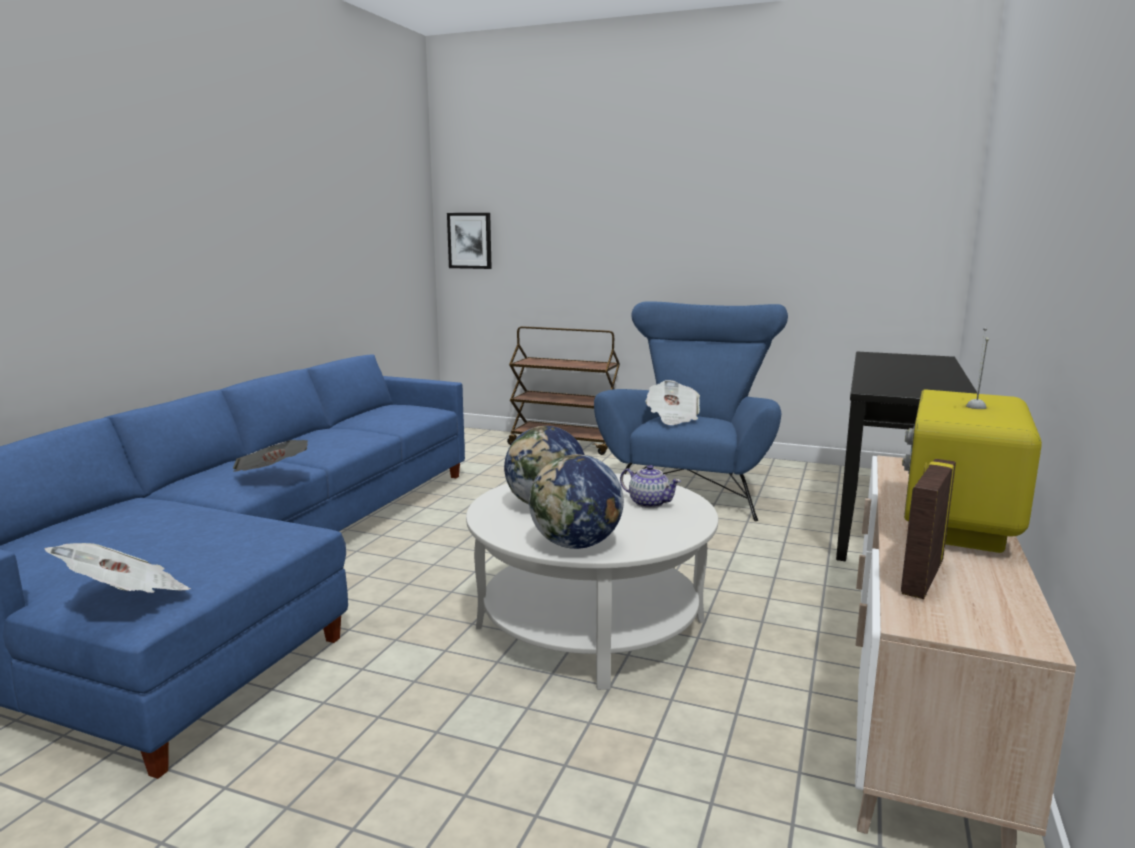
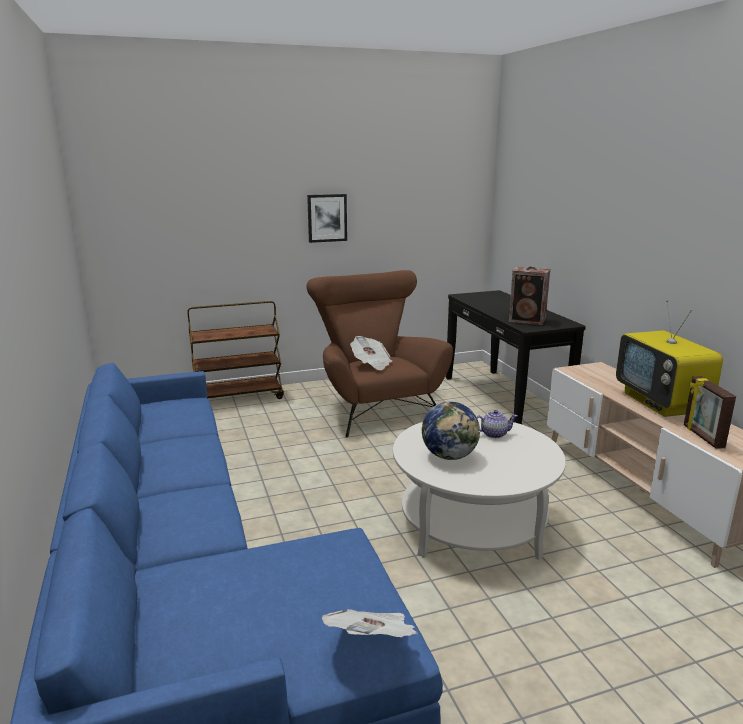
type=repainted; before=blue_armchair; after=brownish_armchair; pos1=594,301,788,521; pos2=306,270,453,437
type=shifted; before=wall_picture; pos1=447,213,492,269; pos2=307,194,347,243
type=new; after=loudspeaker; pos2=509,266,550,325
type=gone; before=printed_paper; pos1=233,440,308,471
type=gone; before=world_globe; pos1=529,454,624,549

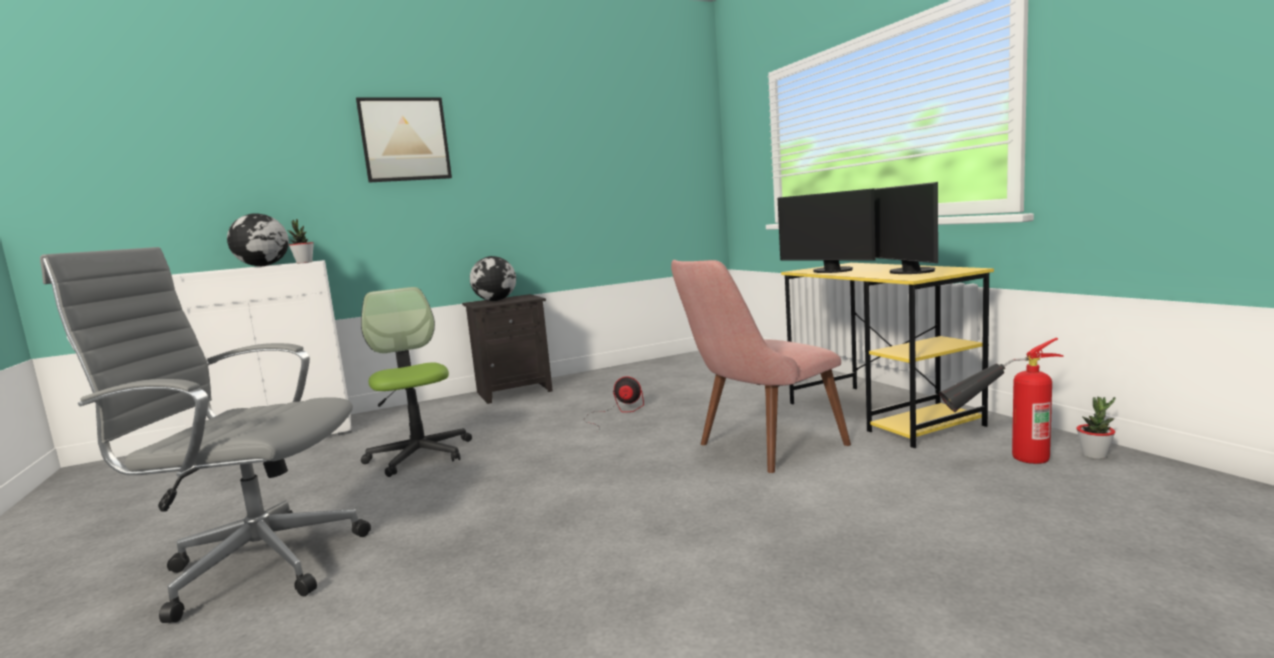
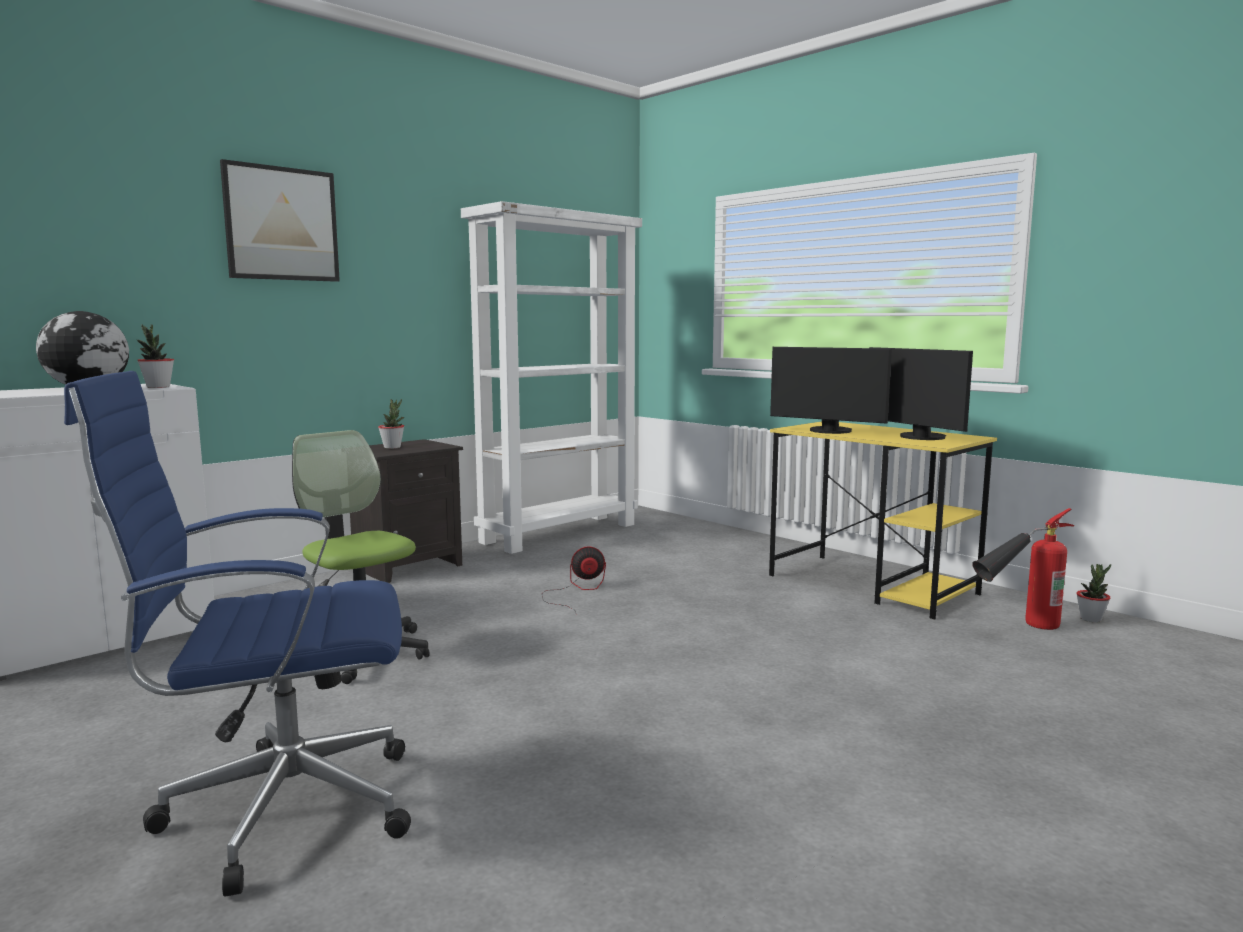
type=repainted; before=grey_office_chair; after=blue_office_chair; pos1=40,247,371,623; pos2=64,371,411,896
type=swapped; before=world_globe; after=potted_plant; pos1=470,256,516,301; pos2=378,399,404,449
type=new; after=whitish_bookcase; pos2=461,201,642,554
type=gone; before=pink-coloured_upright_chair; pos1=671,260,851,473

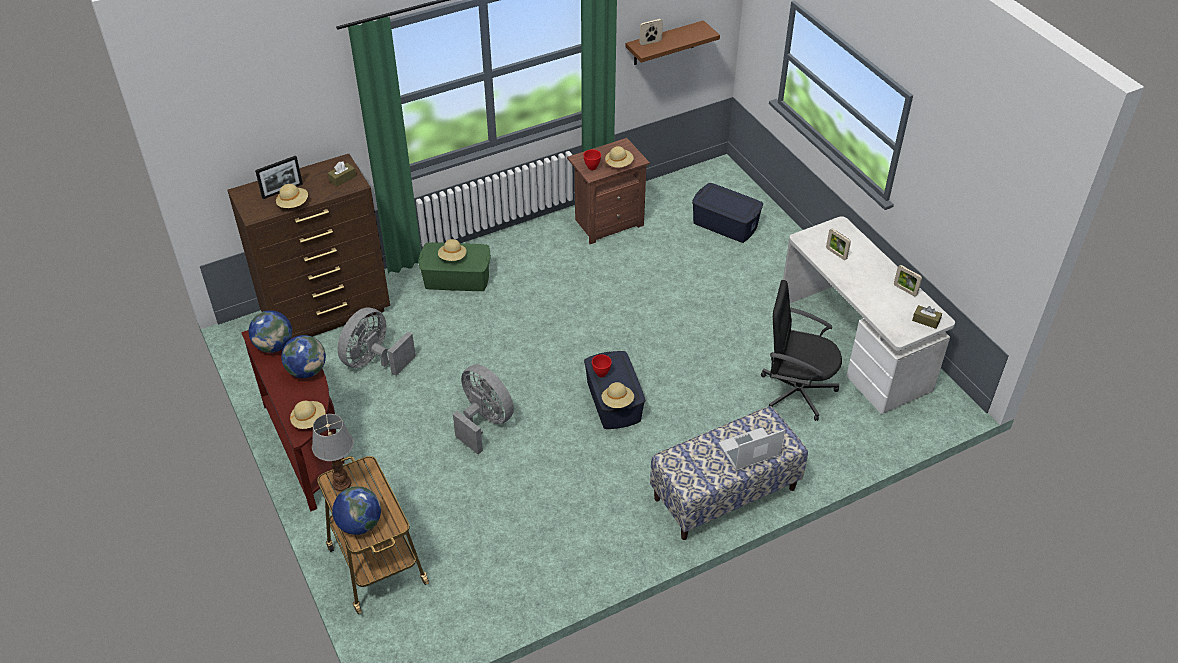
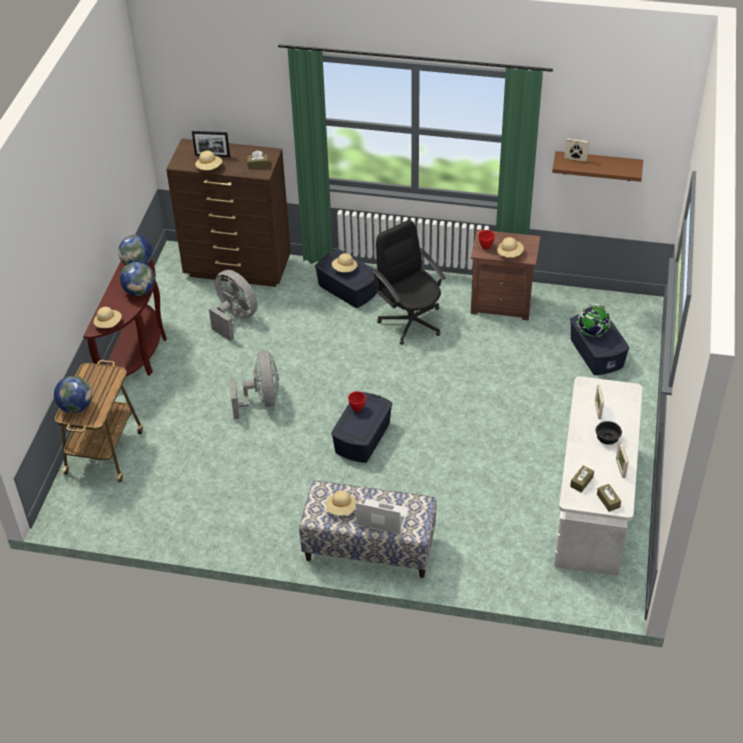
type=rotated; before=grey_cooling_fan; pos1=338,307,416,376; pos2=209,270,258,341; turn=60
type=repainted; before=green-coloured_storage_bin; after=blue_storage_bin; pos1=419,242,491,291; pos2=315,249,377,308
type=shifted; before=beige_wearable_hat; pos1=602,382,634,408; pos2=326,490,357,516
type=shifted; before=black_office_chair; pos1=761,280,842,421; pos2=373,220,446,345
type=new; after=brownish_box_of_tissues; pos2=570,465,594,492
type=new; after=world_globe; pos2=576,303,611,337
type=new; after=black_bowl; pos2=596,421,622,445
type=gone; before=tabletop_lamp; pos1=312,414,354,492

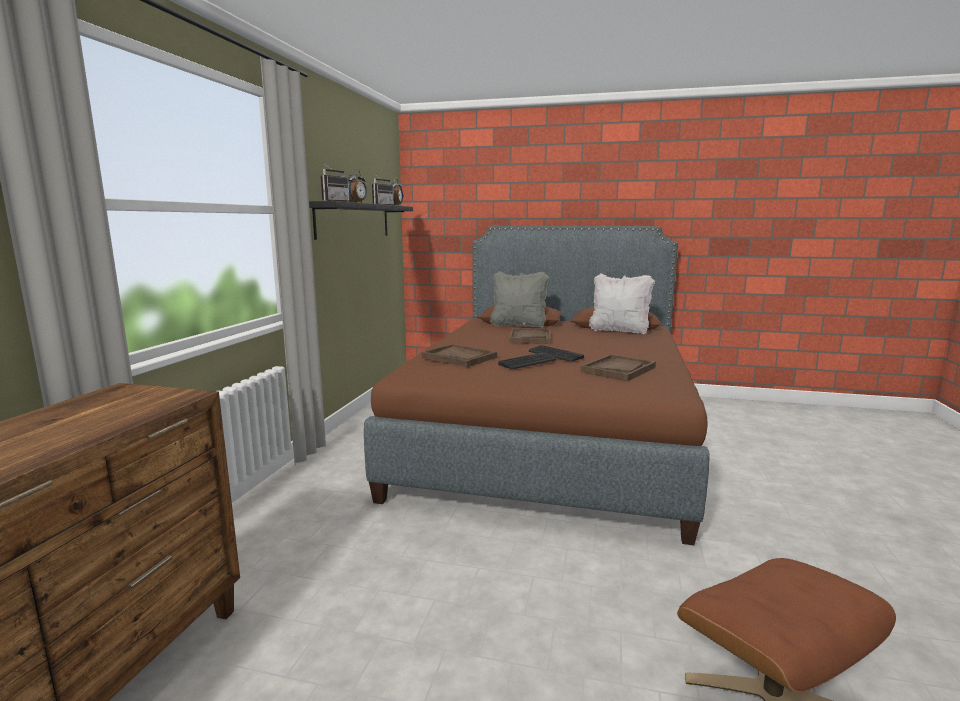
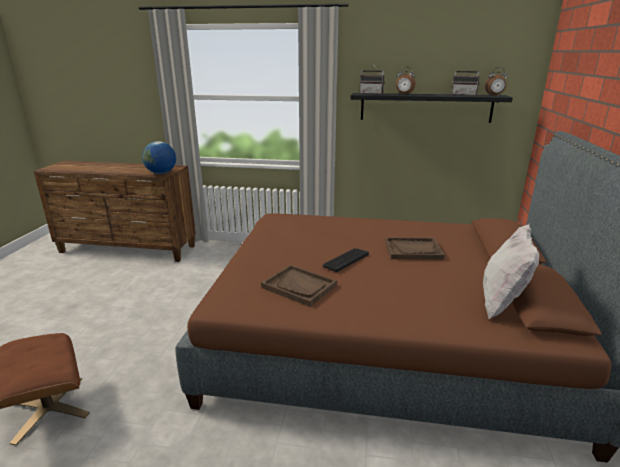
type=new; after=world_globe; pos2=142,141,176,174
type=gone; before=brownish_serving_tray; pos1=421,344,497,367
type=gone; before=grey_cushion; pos1=490,271,549,328
type=gone; before=keyboard; pos1=498,353,556,369

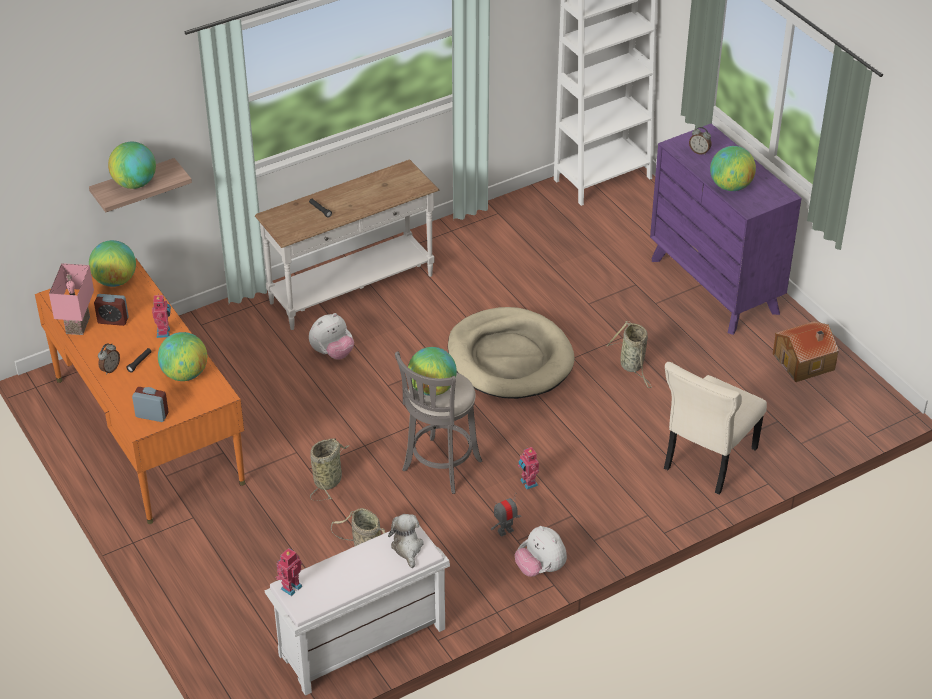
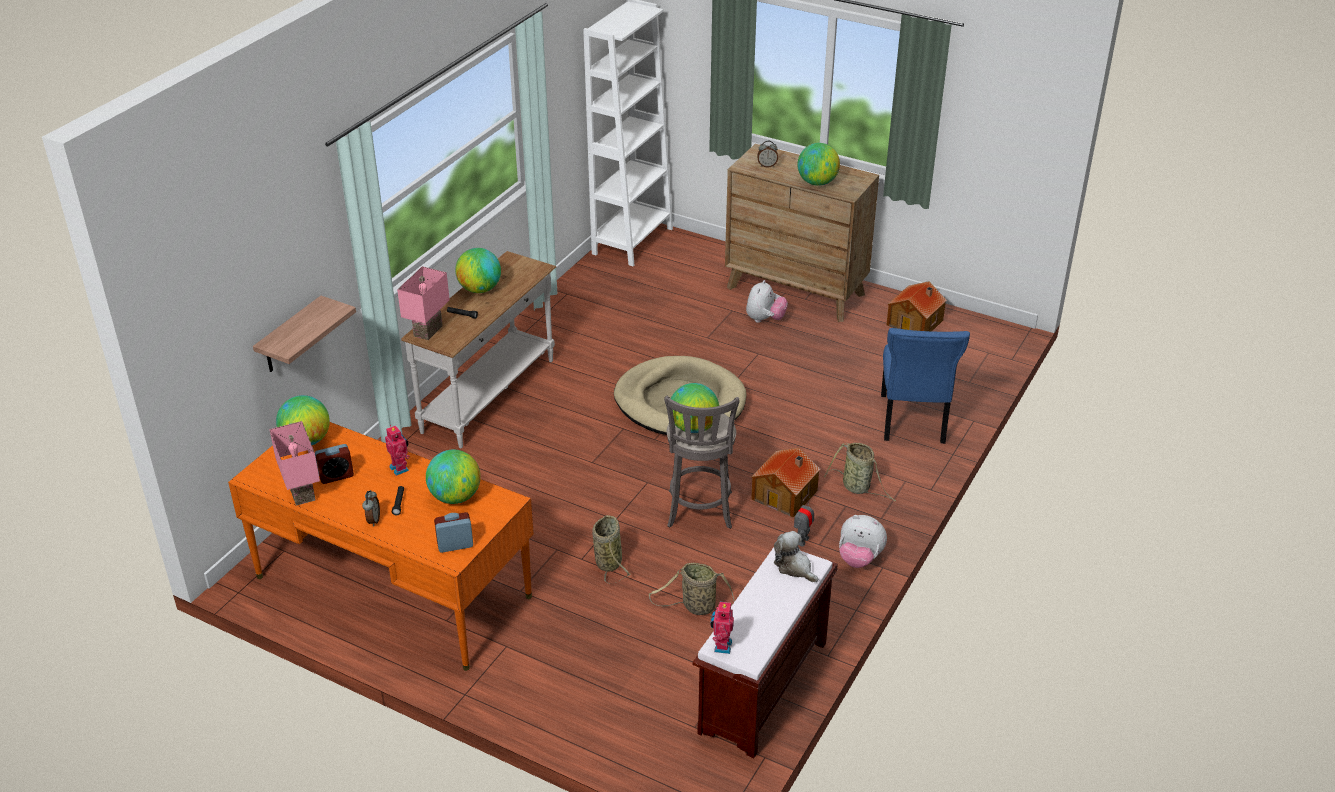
type=new; after=pink-coloured_tabletop_lamp; pos2=397,266,450,340
type=shifted; before=world_globe; pos1=108,142,156,189; pos2=455,248,501,293
type=repainted; before=whitish_bench; after=brownish_bench; pos1=265,525,450,696; pos2=693,547,838,758
type=repainted; before=purple-coloured_dresser; after=brownish_dresser; pos1=650,124,802,335; pos2=725,144,879,322
type=shifted; before=soft_toy; pos1=309,313,354,360; pos2=746,280,788,323
type=swapped; before=model_robot; after=toy_house; pos1=518,447,539,490; pos2=751,448,820,518
type=shifted; before=household_basket; pos1=606,321,652,388; pos2=824,443,896,501
type=repainted; before=beige_upright_chair; after=blue_upright_chair; pos1=664,362,767,495; pos2=881,328,970,444

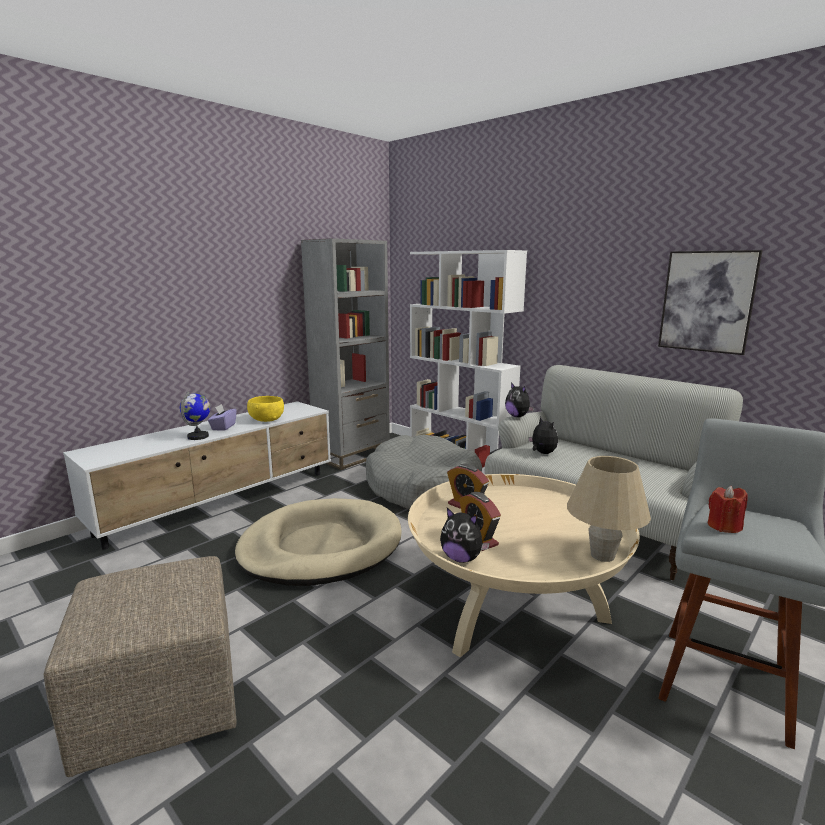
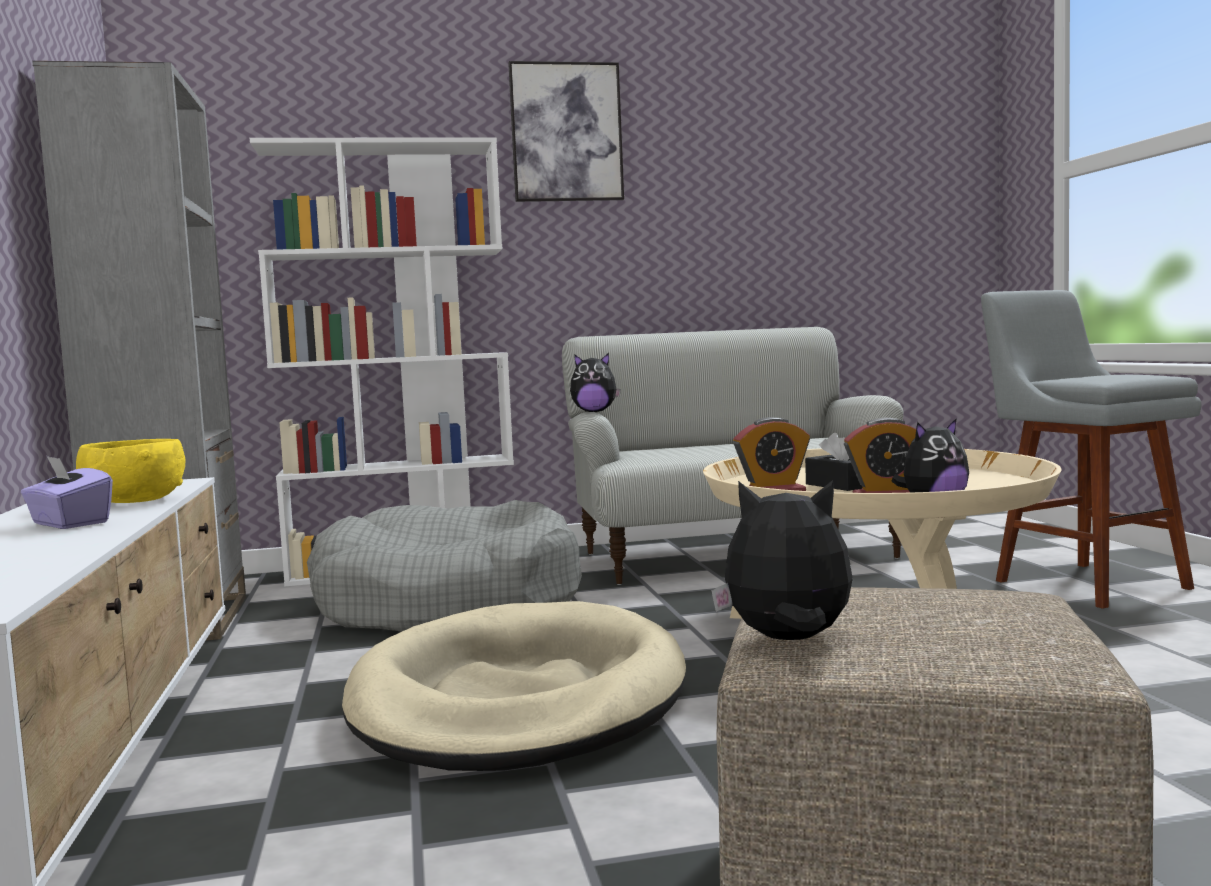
type=shifted; before=wall_picture; pos1=658,250,762,355; pos2=508,61,624,202
type=shifted; before=soft_toy; pos1=528,417,558,454; pos2=711,479,853,640
type=new; after=black_box_of_tissues; pos2=805,433,863,491
type=gone; before=world_globe; pos1=180,392,211,440
type=gone; before=beige_tabletop_lamp; pos1=567,456,651,562
type=gone; before=red_candle; pos1=708,486,748,533

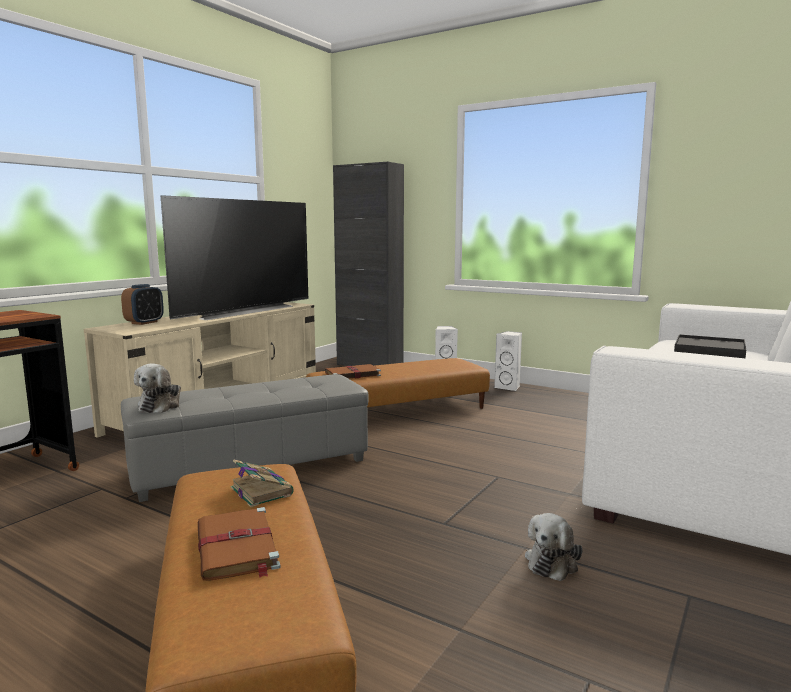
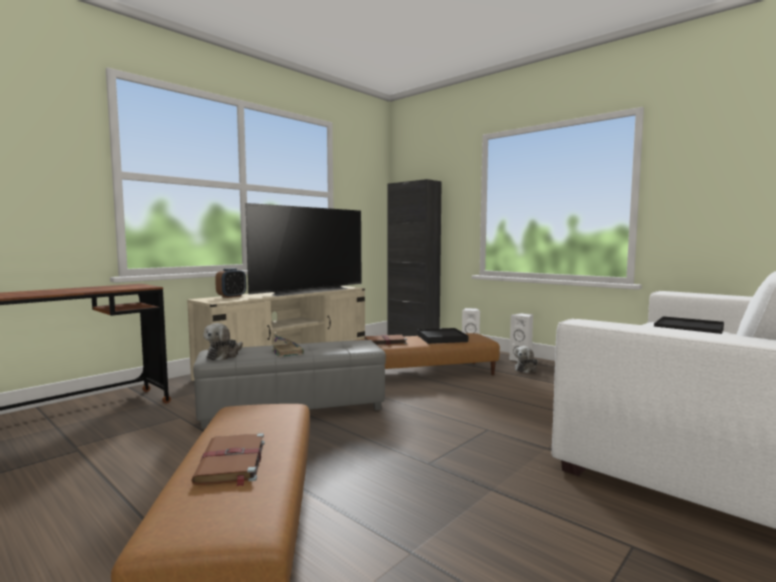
type=shifted; before=bound_book; pos1=231,460,294,507; pos2=272,334,304,357
type=new; after=black_serving_tray; pos2=417,328,468,344
type=shifted; before=soft_toy; pos1=525,513,583,581; pos2=515,346,538,373

